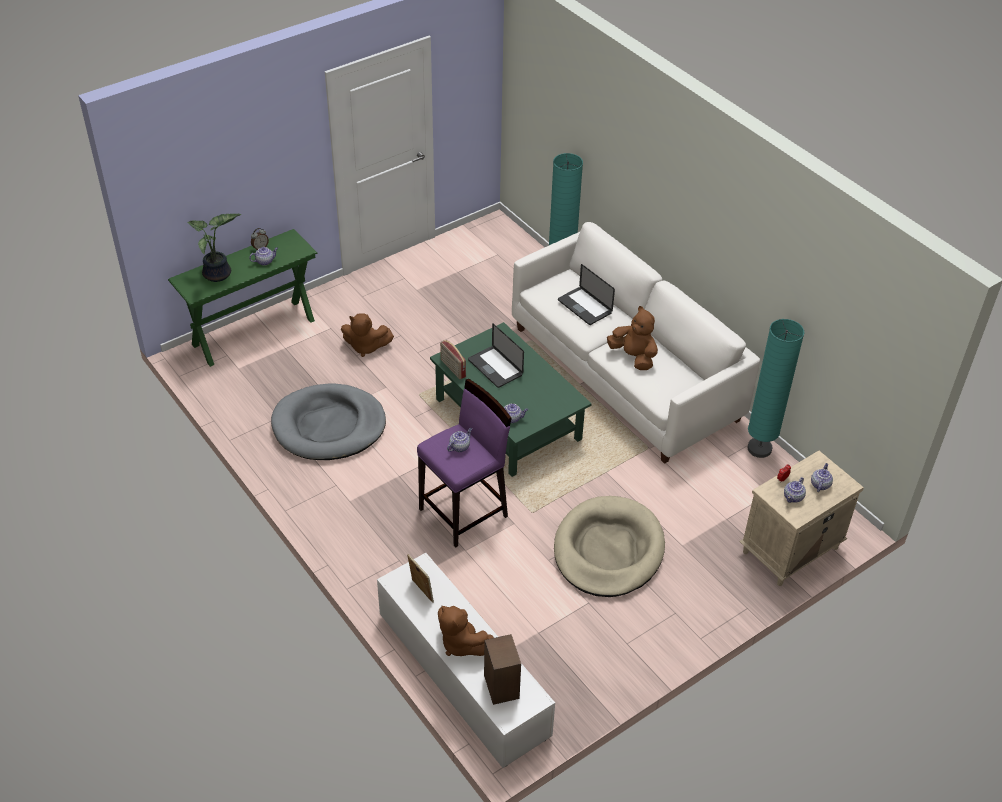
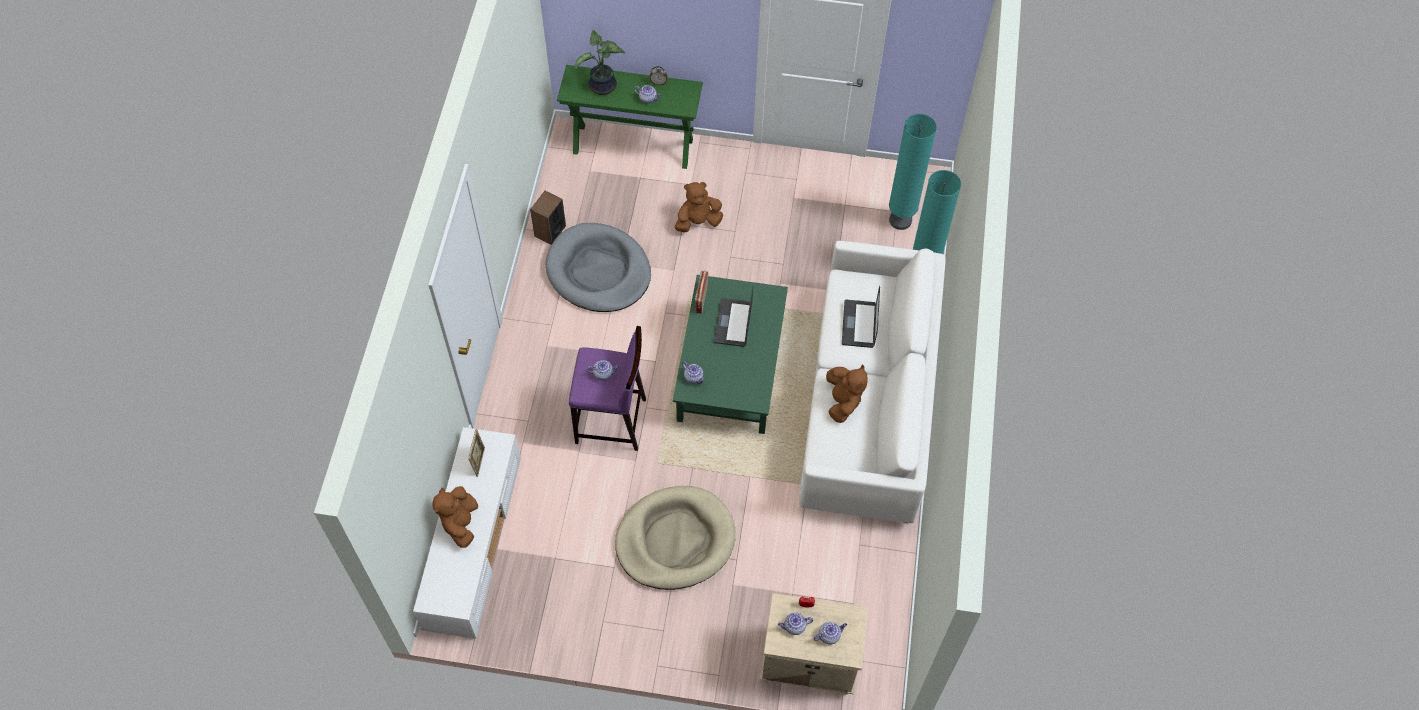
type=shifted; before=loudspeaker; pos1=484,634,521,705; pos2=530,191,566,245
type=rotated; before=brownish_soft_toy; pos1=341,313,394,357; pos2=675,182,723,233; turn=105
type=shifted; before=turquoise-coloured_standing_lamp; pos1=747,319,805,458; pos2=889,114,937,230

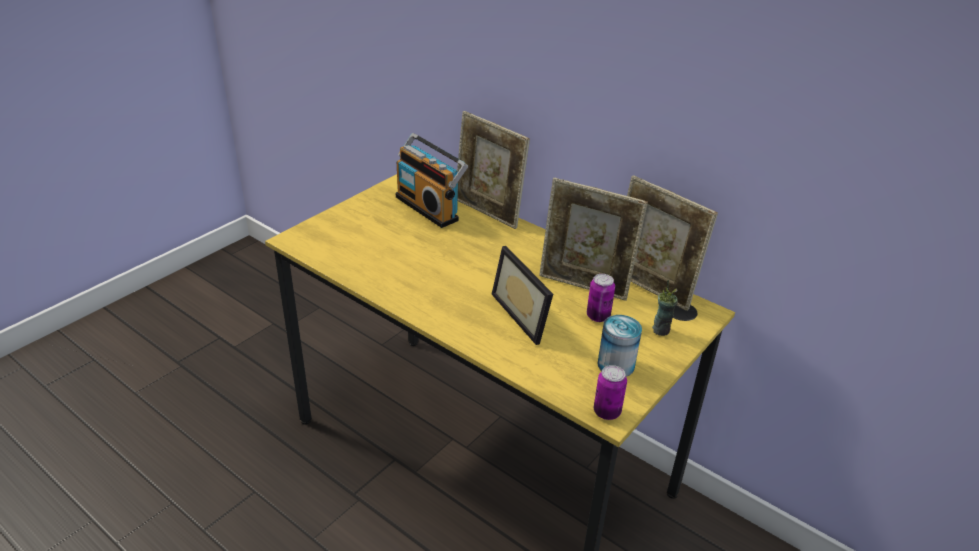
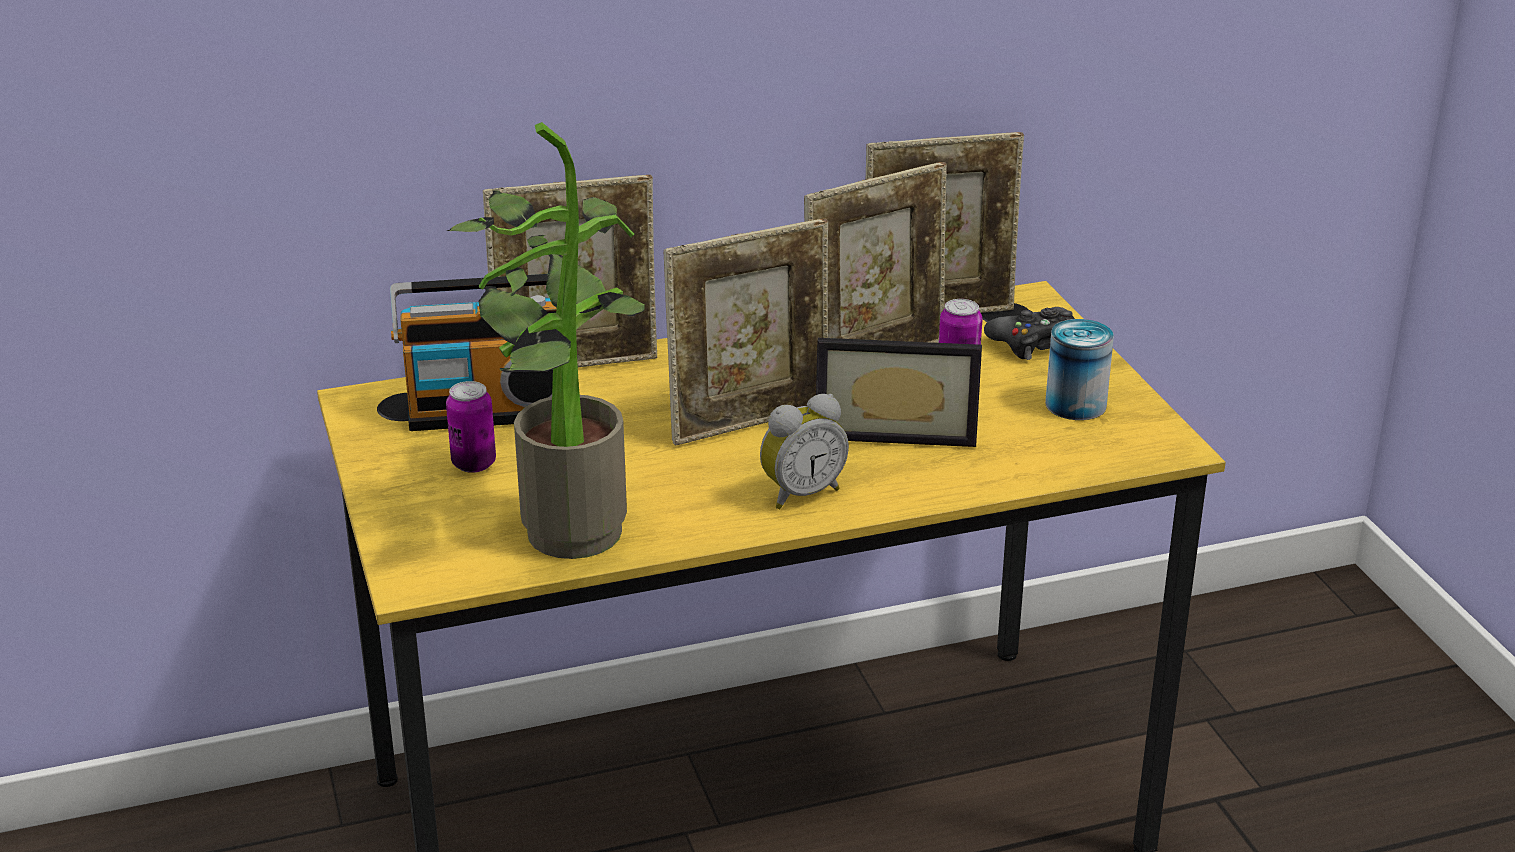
type=shifted; before=can; pos1=594,365,627,420; pos2=446,381,496,473
type=new; after=potted_plant; pos2=447,122,645,559
type=new; after=photo_frame; pos2=664,219,828,446
type=new; after=bedside_clock; pos2=760,394,849,509
type=swapped; before=small_cup; after=black_gamepad; pos1=652,280,678,336; pos2=984,307,1075,360

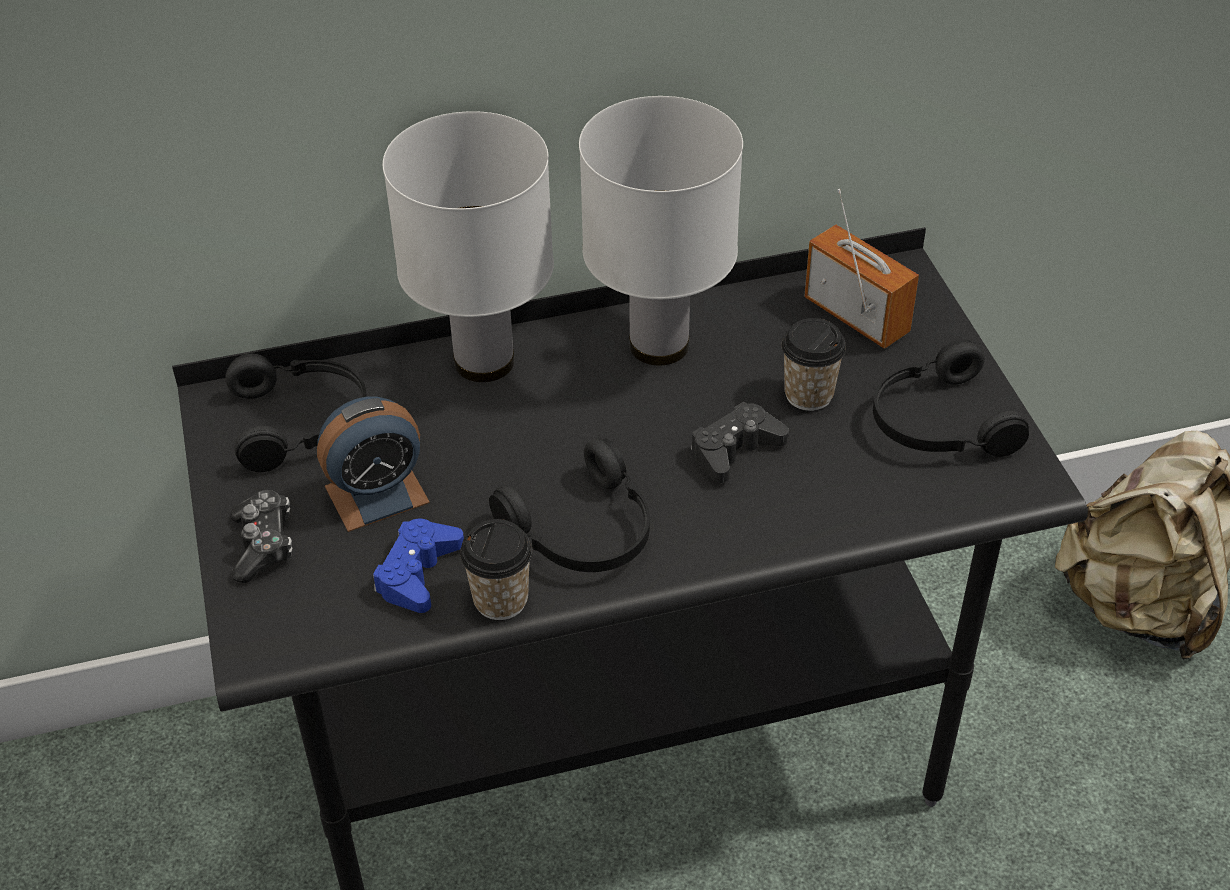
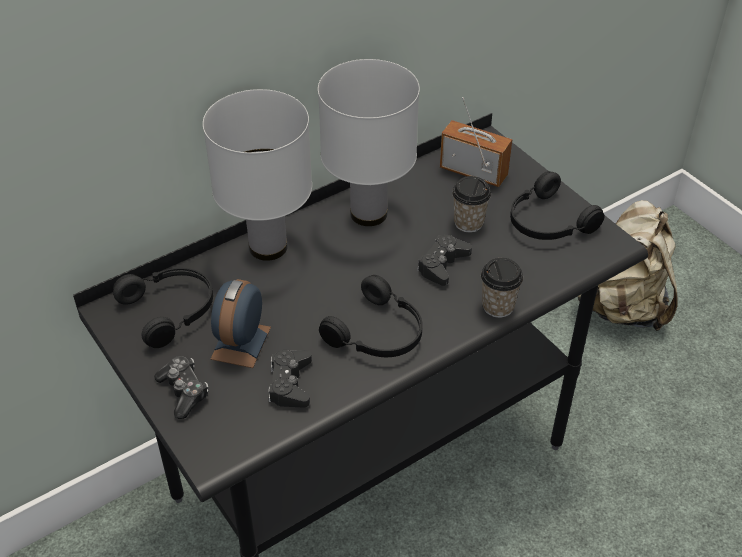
type=rotated; before=bedside_clock; pos1=317,396,430,532; pos2=211,279,271,368; turn=150
type=repainted; before=blue_gamepad; after=black_gamepad; pos1=373,519,464,613; pos2=268,350,312,408
type=shifted; before=small_cup; pos1=460,519,532,620; pos2=481,258,523,318

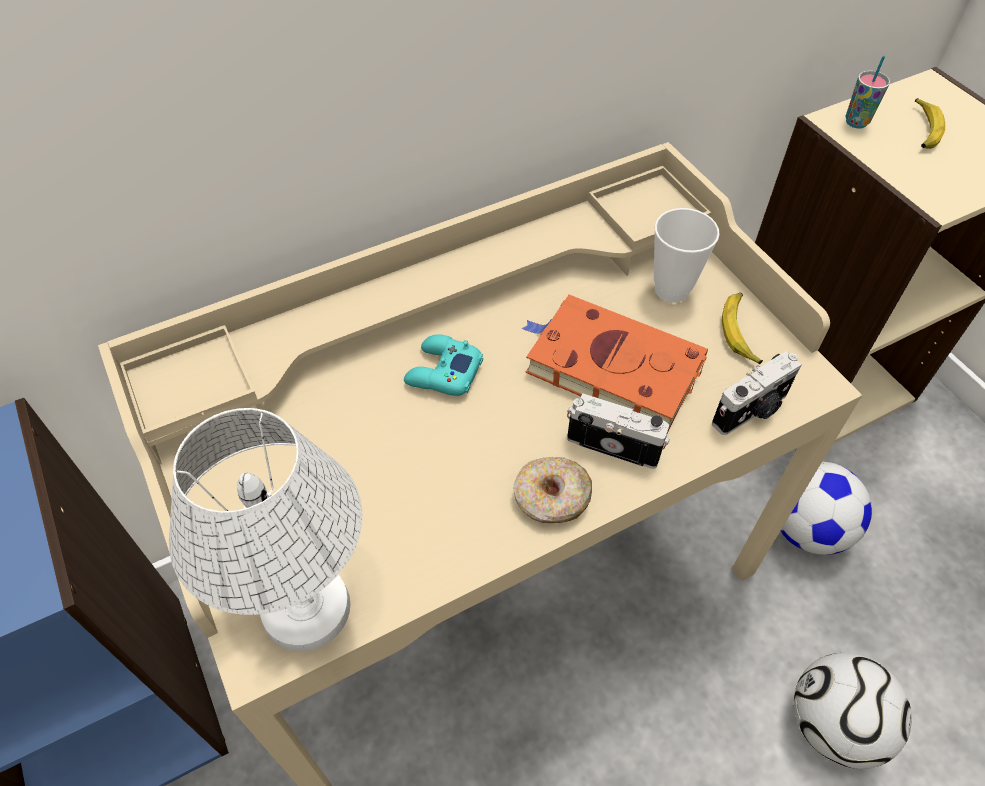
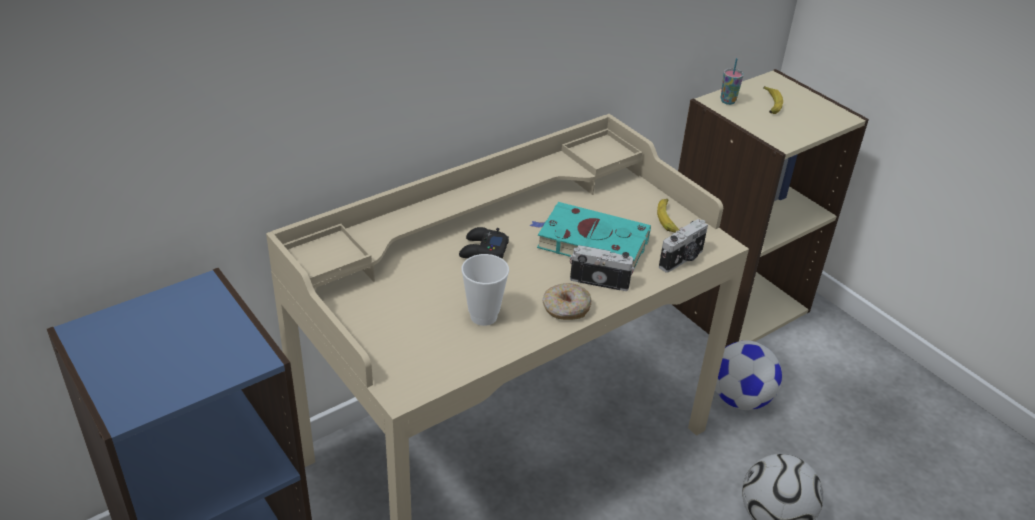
type=repainted; before=turquoise-coloured_gamepad; after=black_gamepad; pos1=404,334,483,396; pos2=459,227,509,258
type=shifted; before=small_cup; pos1=654,208,720,302; pos2=461,254,509,326
type=repainted; before=orange-coloured_bound_book; after=turquoise-coloured_bound_book; pos1=521,295,708,431; pos2=529,202,651,273
type=gone; before=whitish_tabletop_lamp; pos1=169,408,362,652

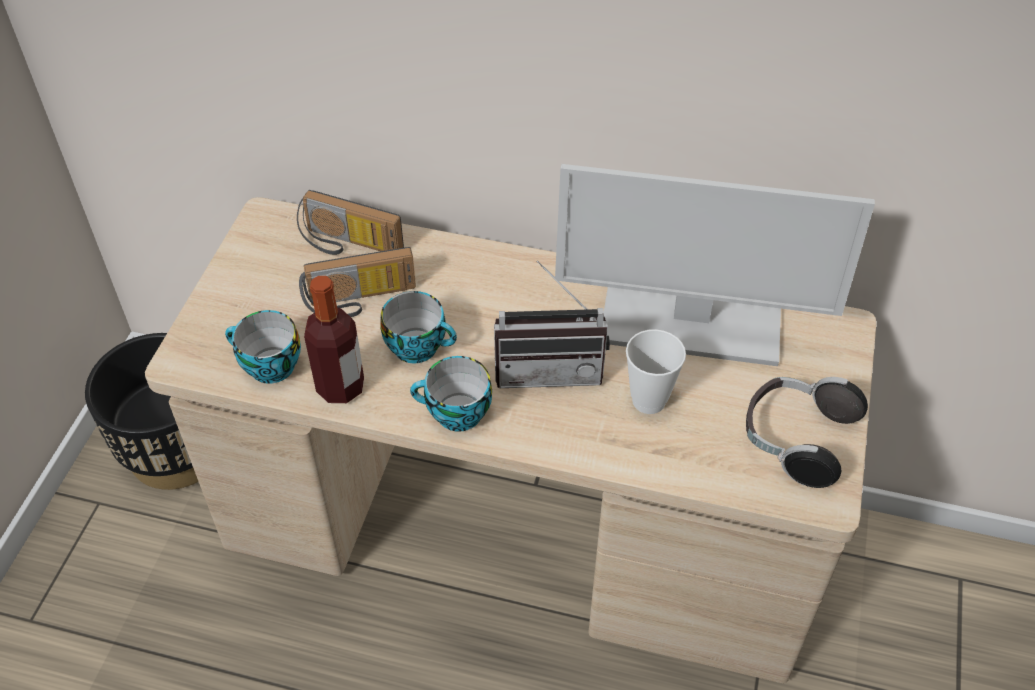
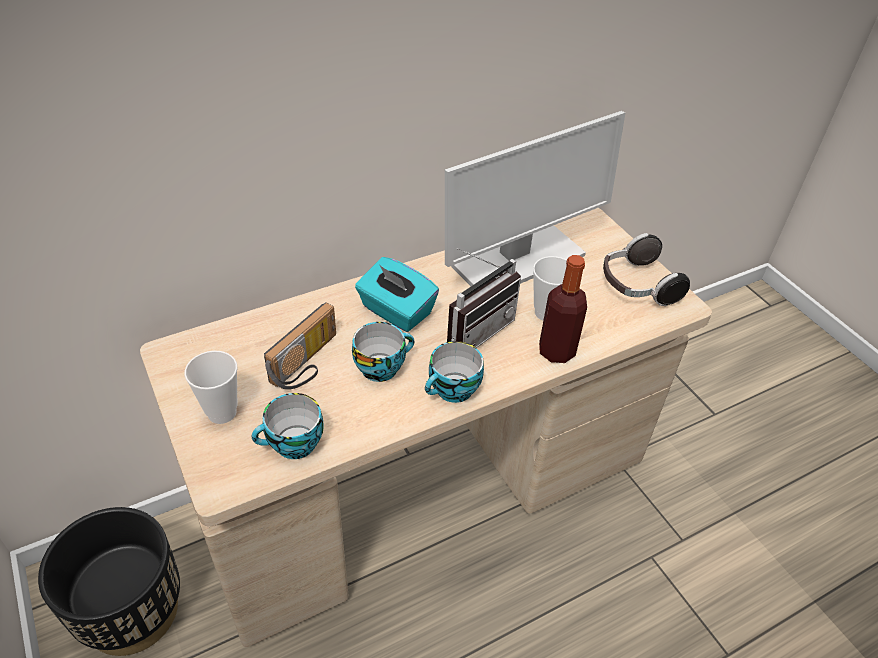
type=new; after=small_cup; pos2=184,351,237,424
type=new; after=turquoise-coloured_box_of_tissues; pos2=355,257,439,332
type=shifted; before=beverage_bottle; pos1=304,276,364,403; pos2=539,255,587,363
type=gone; before=radio; pos1=297,190,404,255

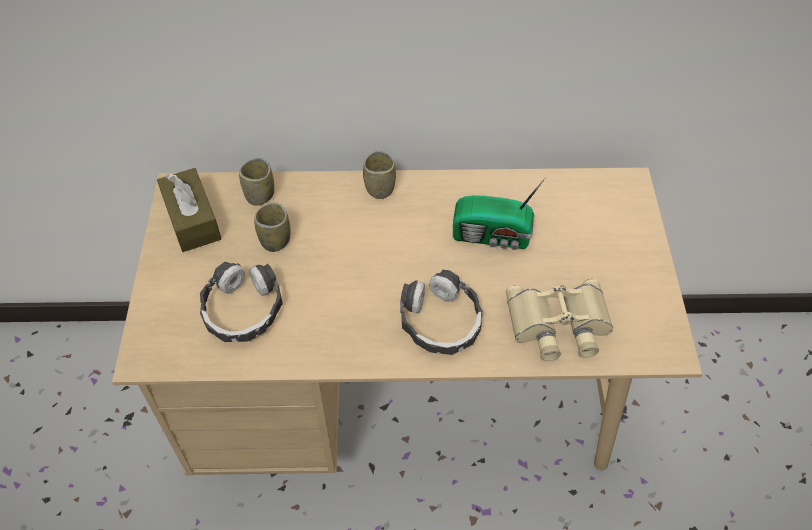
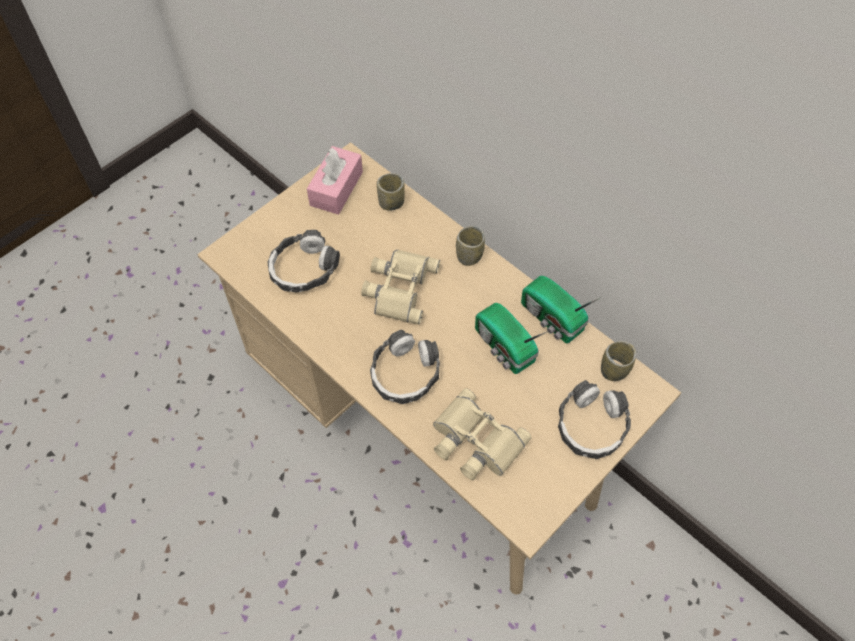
type=repainted; before=brownish_box_of_tissues; after=pink-coloured_box_of_tissues; pos1=157,168,221,252; pos2=307,146,363,215
type=new; after=beige_binoculars; pos2=361,249,440,324
type=new; after=radio; pos2=521,276,601,344
type=new; after=pair_of_headphones; pos2=558,380,631,459
type=shifted; before=small_cup; pos1=254,202,291,252; pos2=601,341,636,381

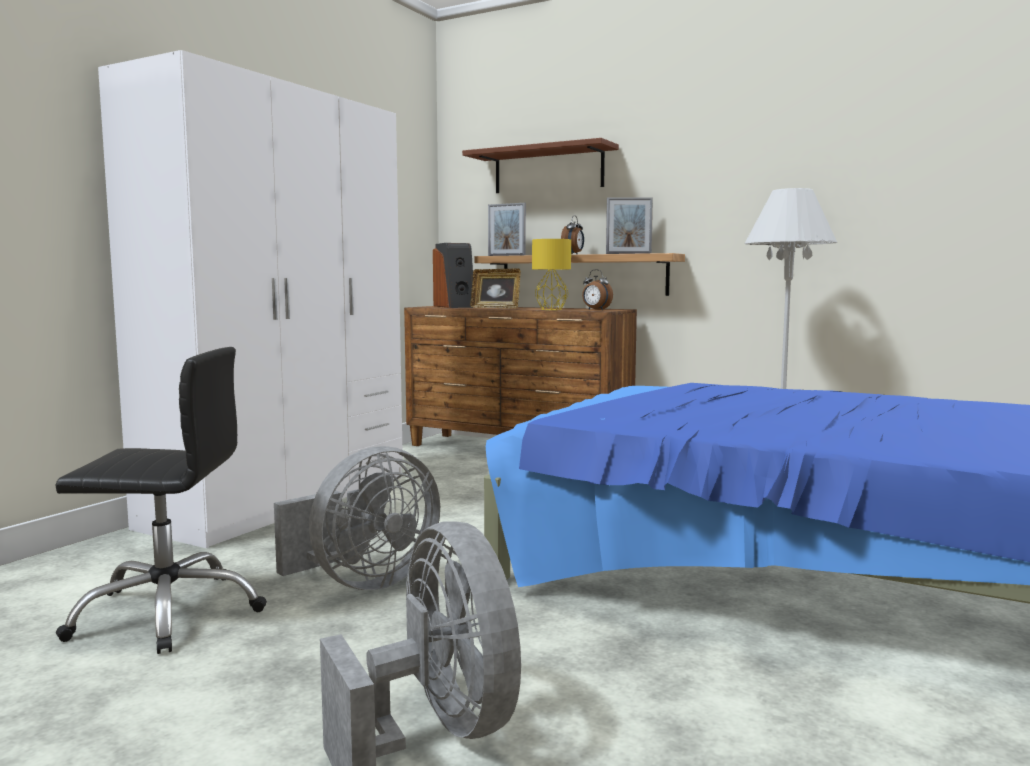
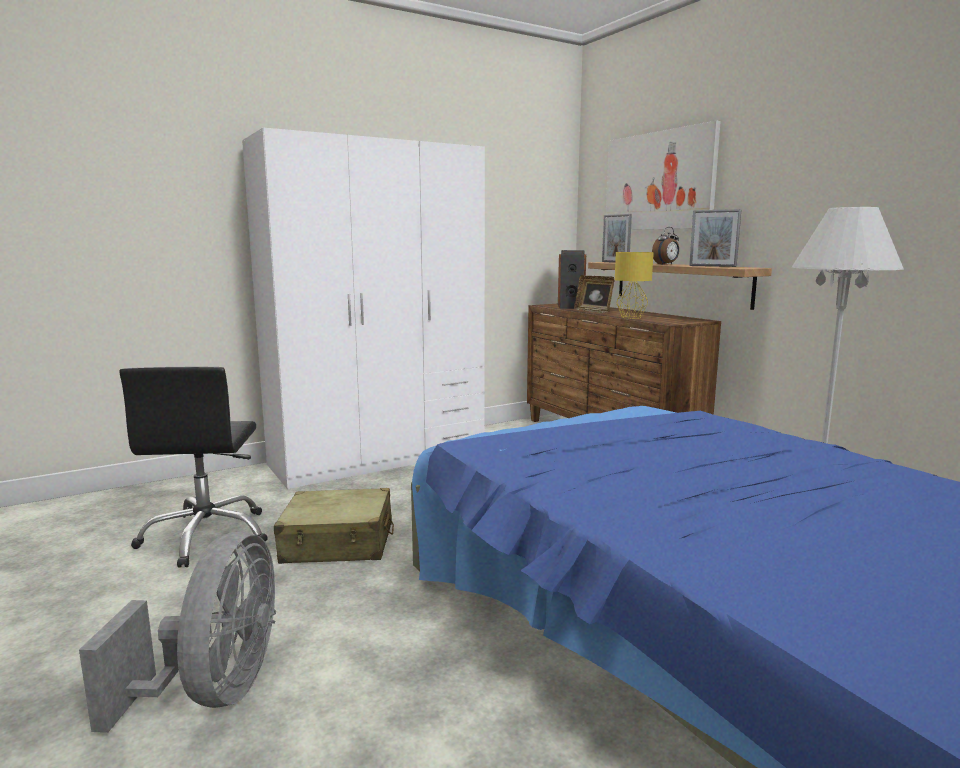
type=rotated; before=black_office_chair; pos1=55,347,267,654; pos2=119,367,268,568; turn=60
type=swapped; before=grey_cooling_fan; after=beige_travel_case; pos1=274,446,440,590; pos2=274,488,394,564
type=swapped; before=brownish_shelf; after=wall_picture; pos1=462,138,619,193; pos2=606,120,721,230
type=gone; before=bedside_clock; pos1=582,269,613,310

